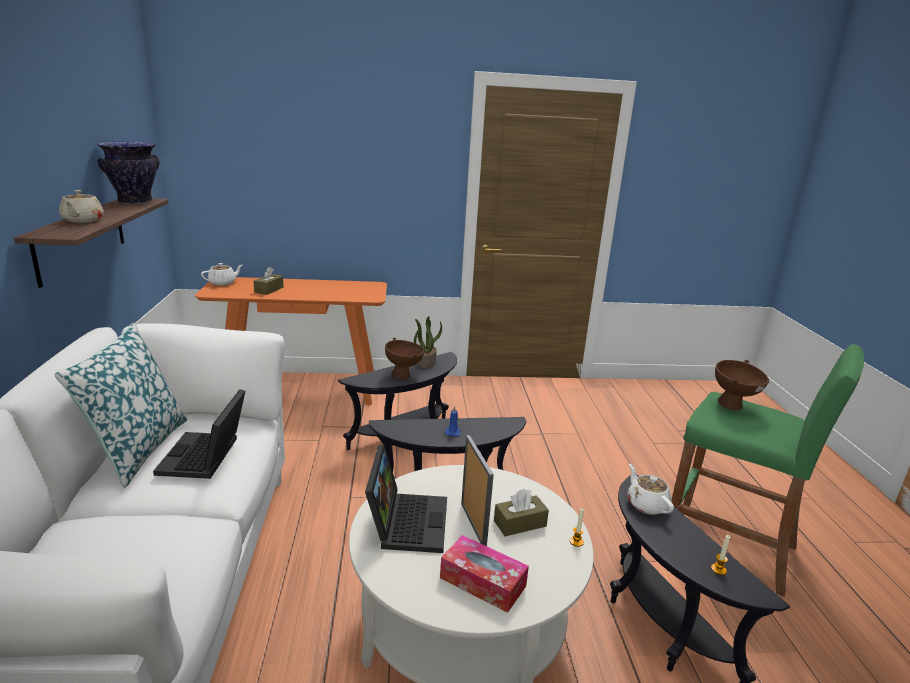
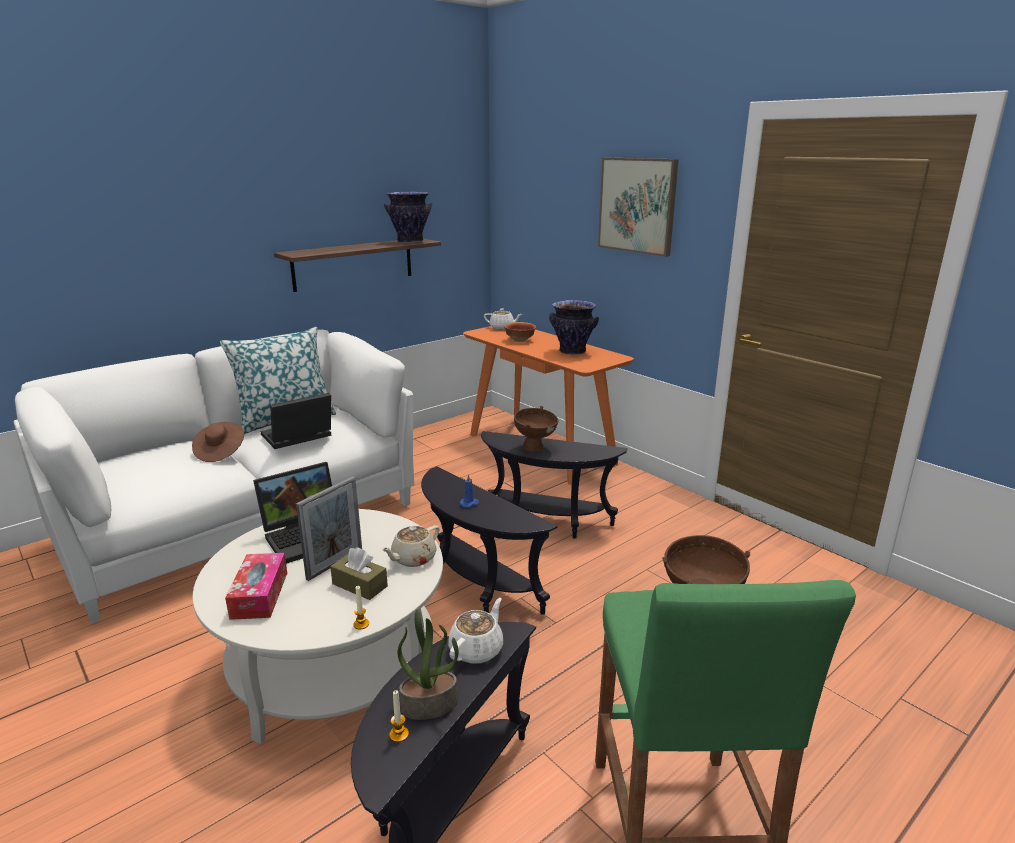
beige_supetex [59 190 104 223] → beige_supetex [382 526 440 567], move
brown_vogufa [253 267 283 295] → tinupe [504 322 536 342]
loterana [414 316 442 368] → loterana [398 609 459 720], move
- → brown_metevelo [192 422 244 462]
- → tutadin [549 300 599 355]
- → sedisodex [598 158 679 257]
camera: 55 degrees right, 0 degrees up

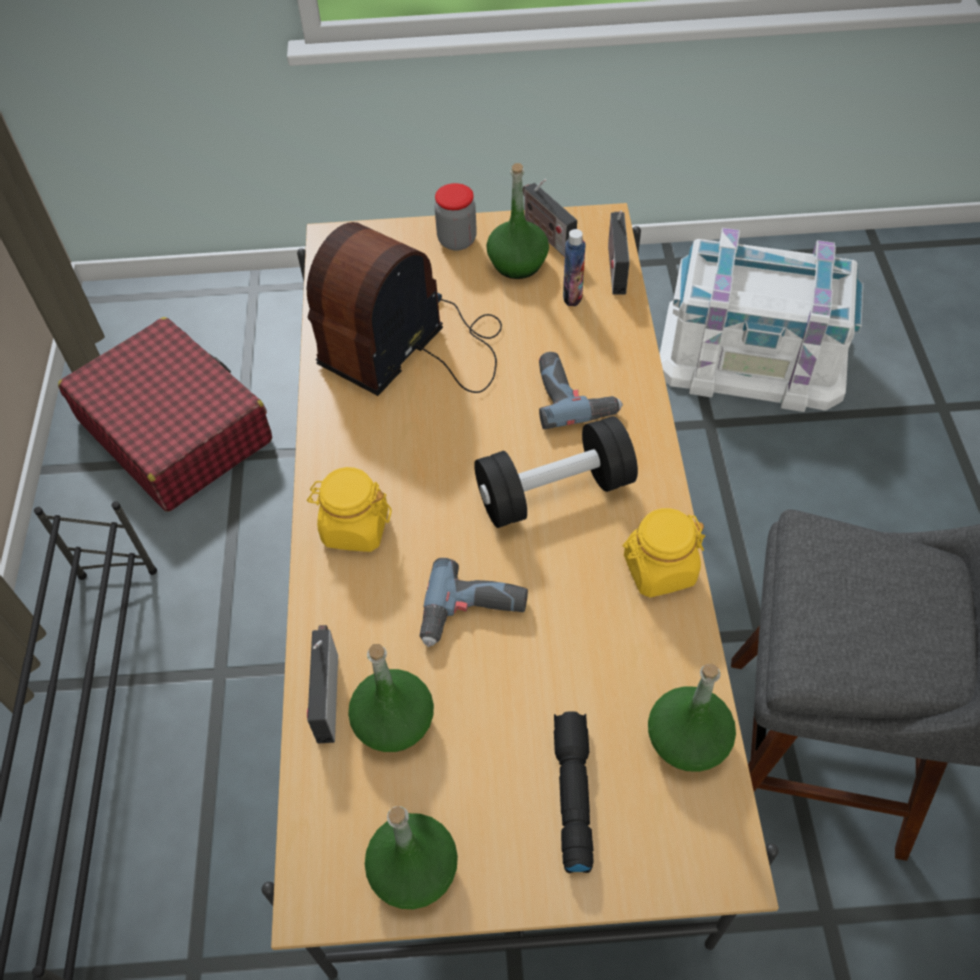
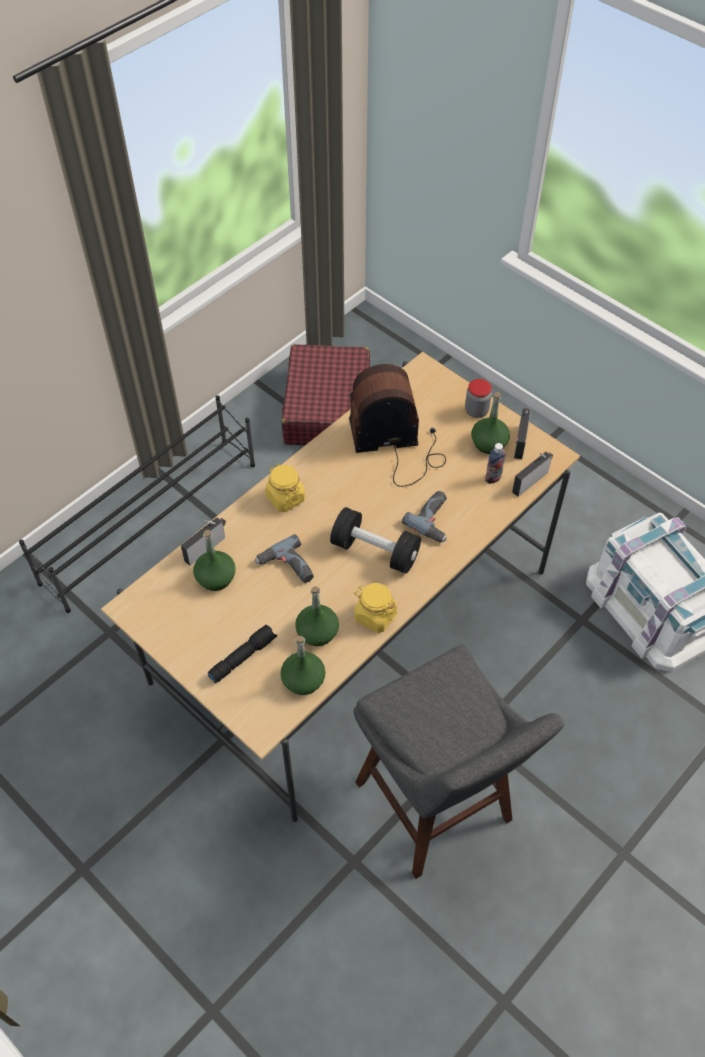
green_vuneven [365 806 458 909] → green_vuneven [295 586 339 646], move
camera: 45 degrees right, 0 degrees up

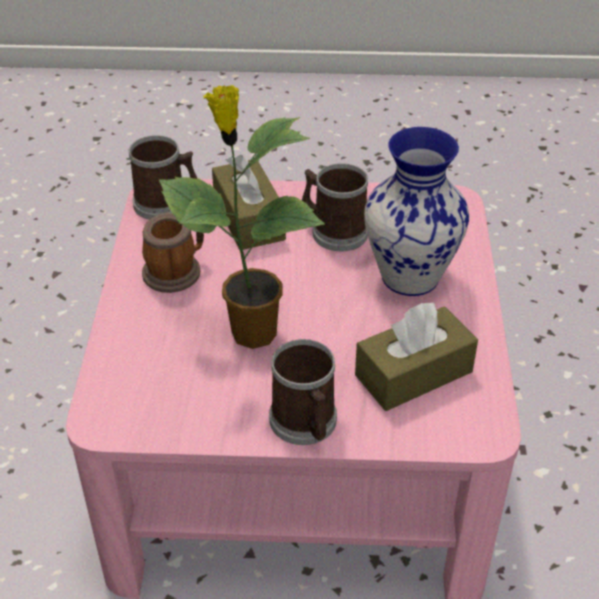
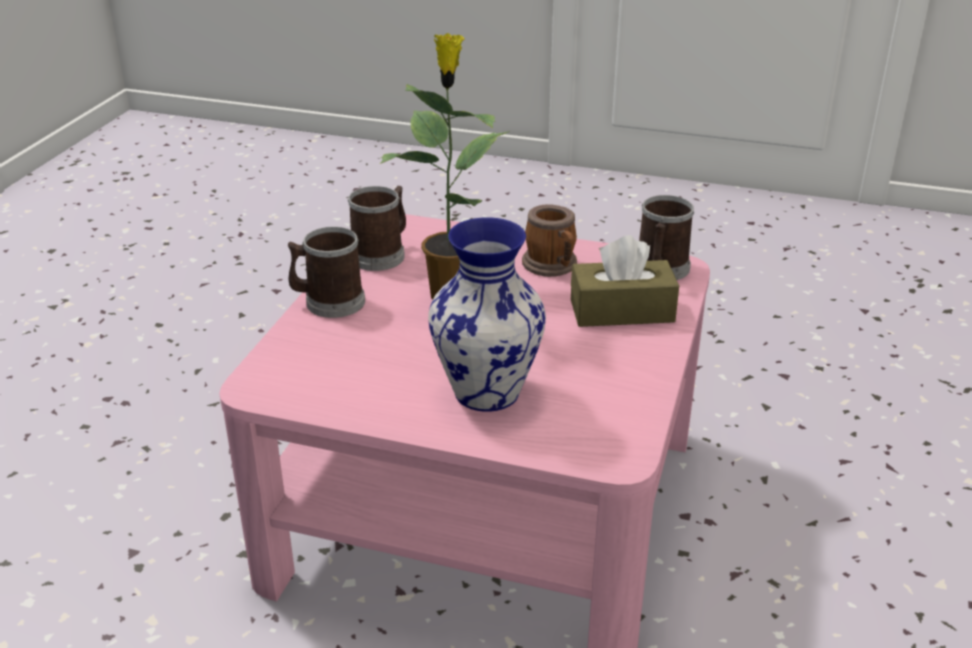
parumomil [302 163 368 251] → parumomil [348 186 406 271], move
brown_vogufa [355 302 478 411] → -
camera: 105 degrees right, 10 degrees down

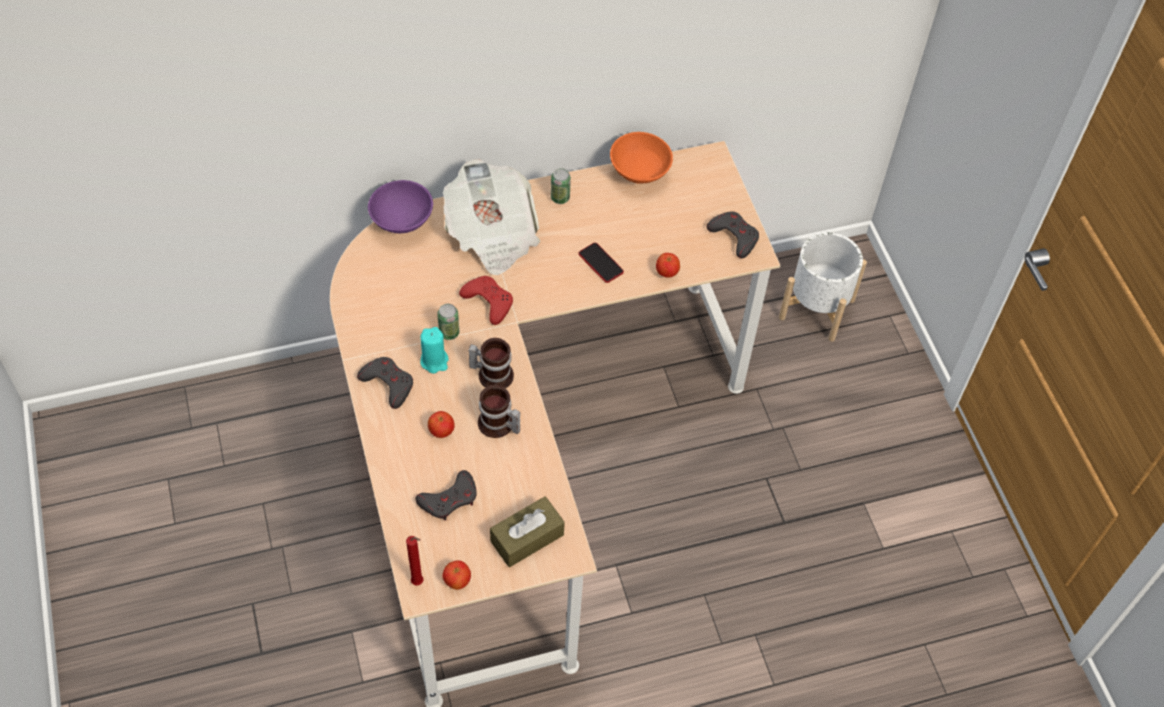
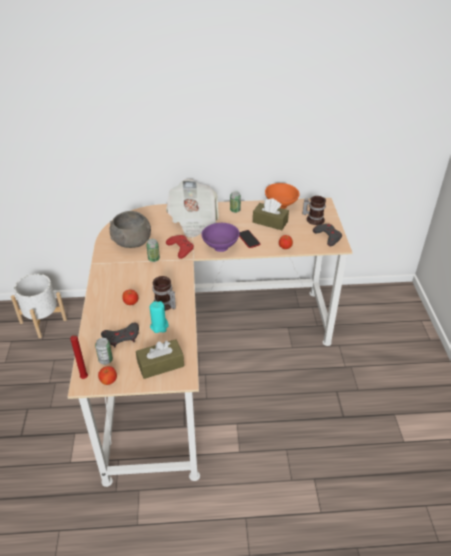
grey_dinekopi [357 357 413 409] → -
purple_tinupe [368 180 433 233] → purple_tinupe [201 223 240 252], move
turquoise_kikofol [420 327 449 374] → turquoise_kikofol [150 301 169 333], move
parumomil [468 338 514 388] → parumomil [303 196 326 225], move
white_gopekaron [779 232 867 341] → white_gopekaron [11 274 67 338], move
- → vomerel [95 338 113 365]
- → grey_tinupe [110 211 151 248]
- → brown_vogufa [253 198 289 230]
camera: 15 degrees right, 15 degrees down

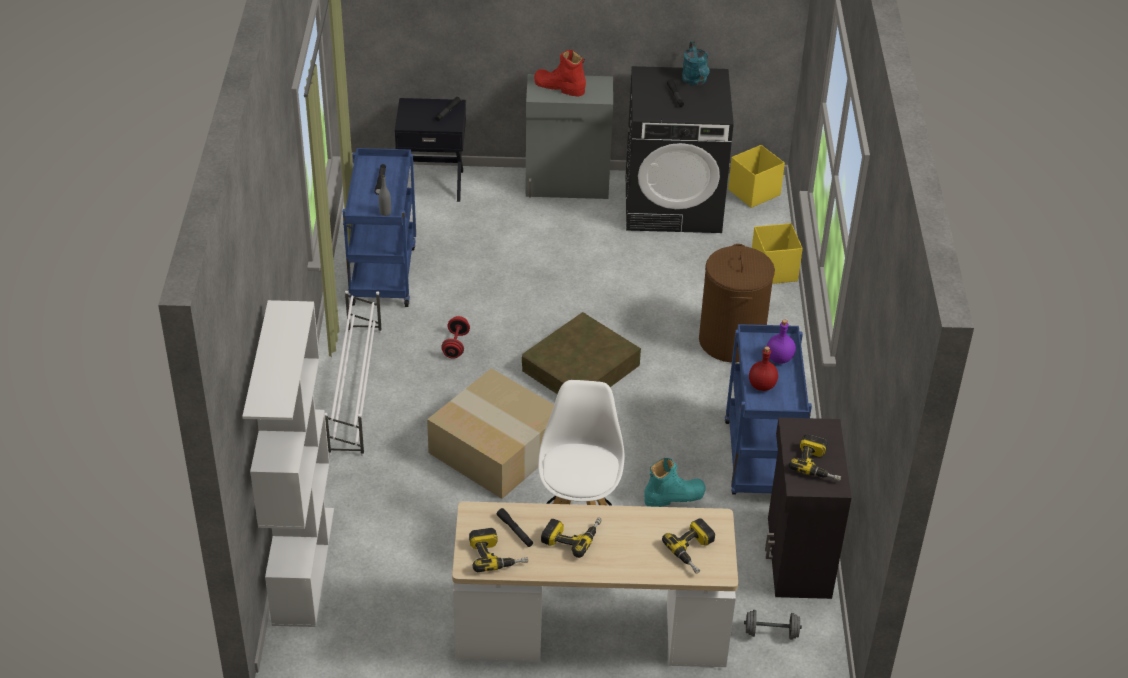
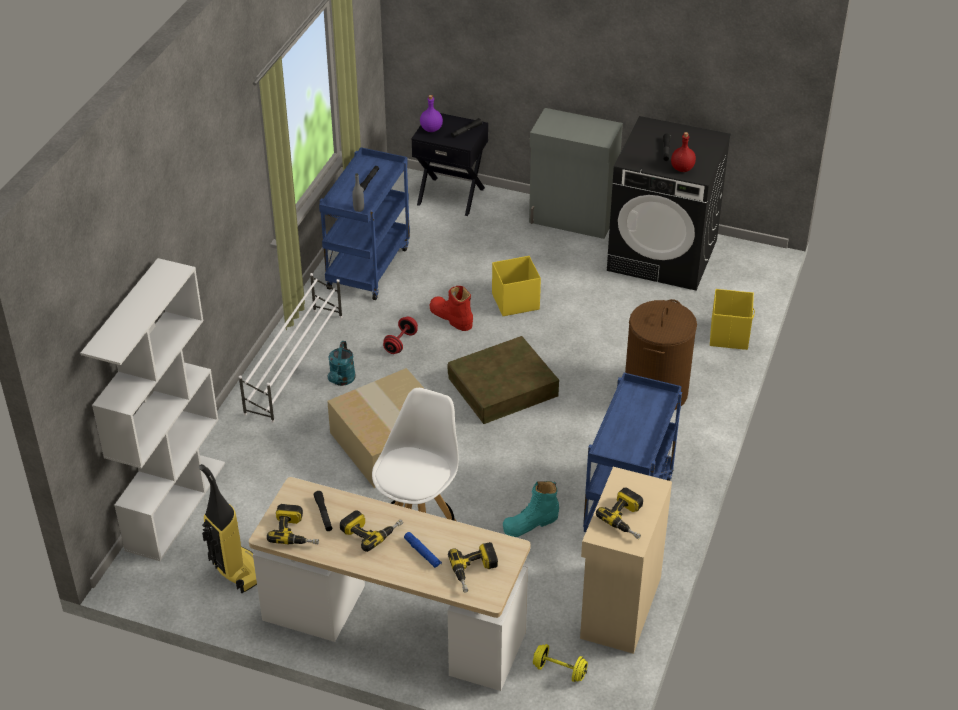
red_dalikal [534 50 586 97] → red_dalikal [430 286 473 331], move
turquoise_dalikal [644 458 706 507] → turquoise_dalikal [503 481 559 537], 150 degrees clockwise
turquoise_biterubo [682 41 710 86] → turquoise_biterubo [327 341 356 386], move
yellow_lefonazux [728 145 785 208] → yellow_lefonazux [492 256 541 316], move
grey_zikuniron [744 610 802 640] → yellow_zikuniron [533 644 588 682]
red_vuneven [749 346 778 391] → red_vuneven [671 132 696 172], move
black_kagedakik [765 417 851 599] → beige_kagedakik [580 467 672 654]
purple_vuneven [767 319 796 364] → purple_vuneven [420 95 443 132], move
- → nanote [199 464 257 593]
- → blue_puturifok [404 532 442 568]
camera: 20 degrees right, 0 degrees up

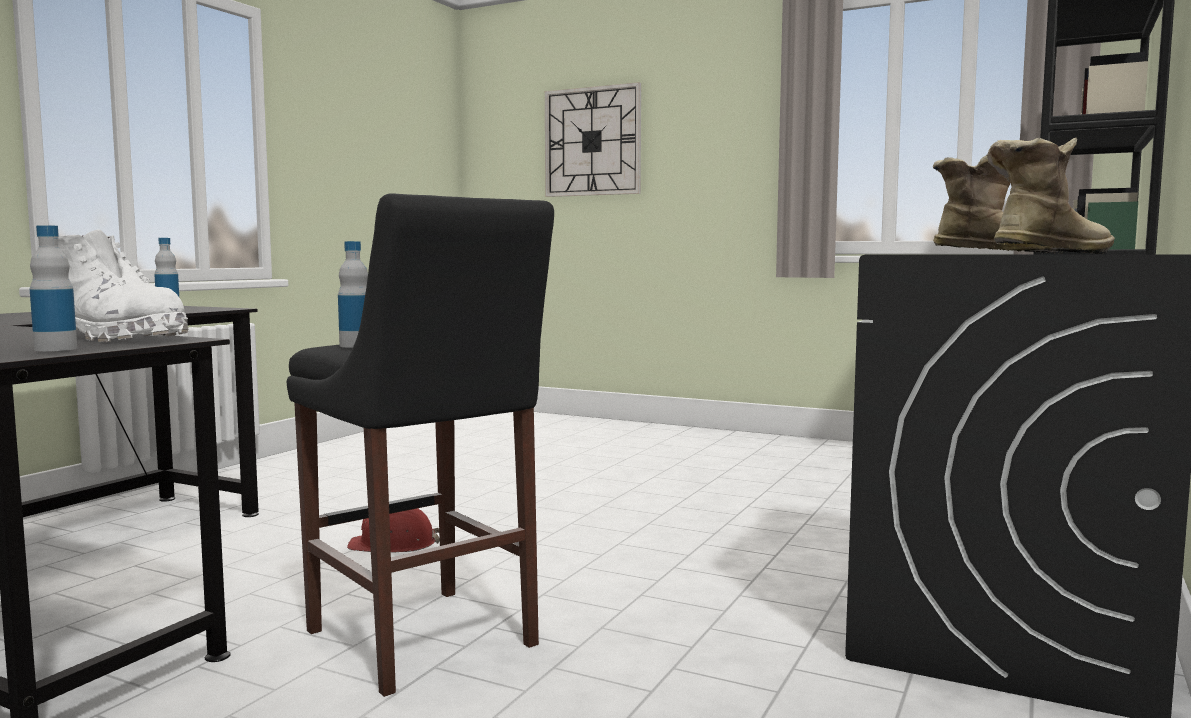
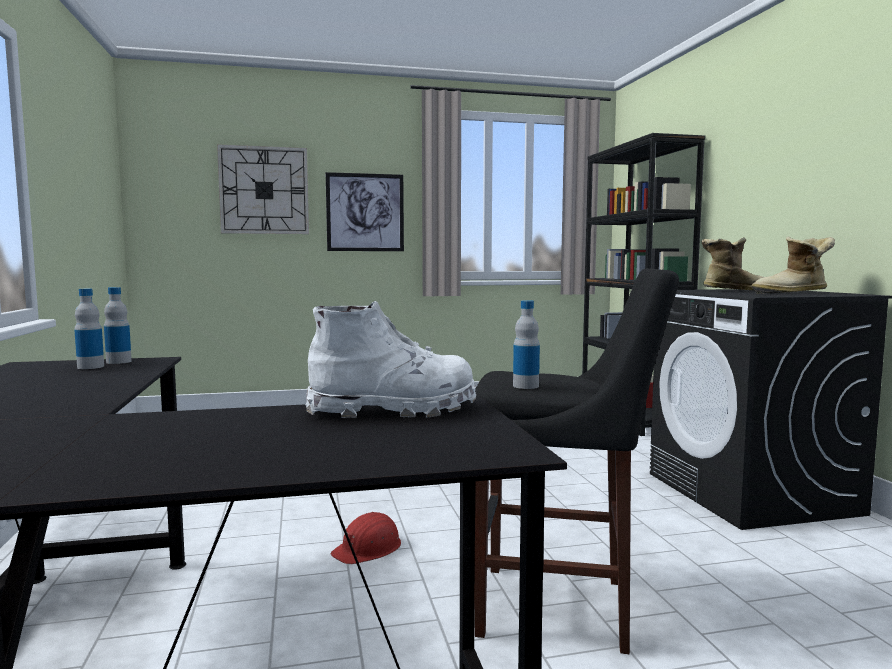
vuneven [30 225 77 351] → vuneven [104 287 132 364], move
dalikal [987 138 1115 254] → dalikal [751 237 835 294], 120 degrees counterclockwise
- → sedisodex [326 172 404 251]
camera: 40 degrees left, 0 degrees up

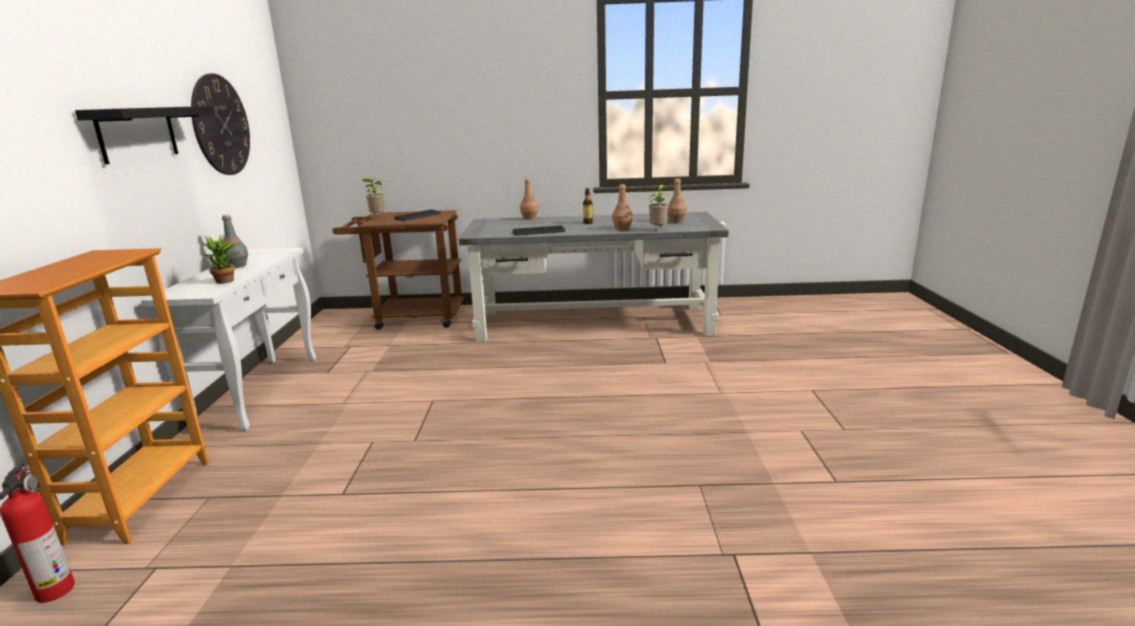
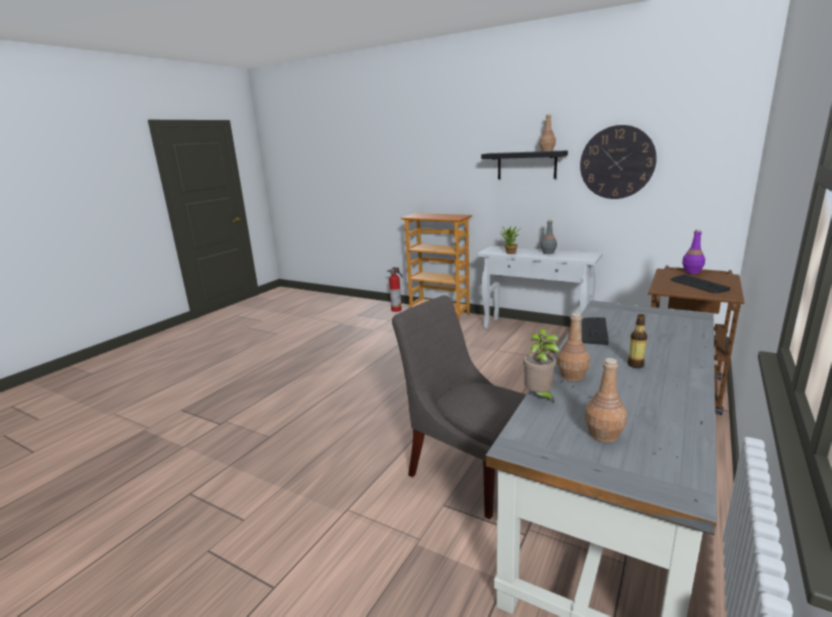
loterana [362 178 385 218] → purple_vuneven [682 230 705 274]
brown_vuneven [520 179 538 220] → brown_vuneven [539 114 556 152], move
- → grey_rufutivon [392 295 526 520]
camera: 120 degrees right, 0 degrees up

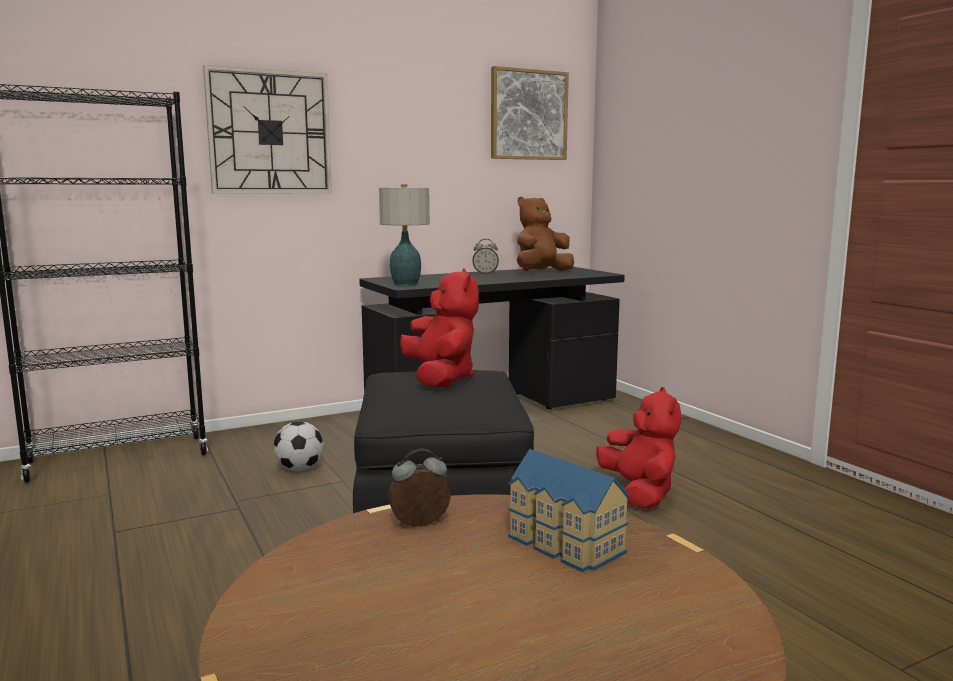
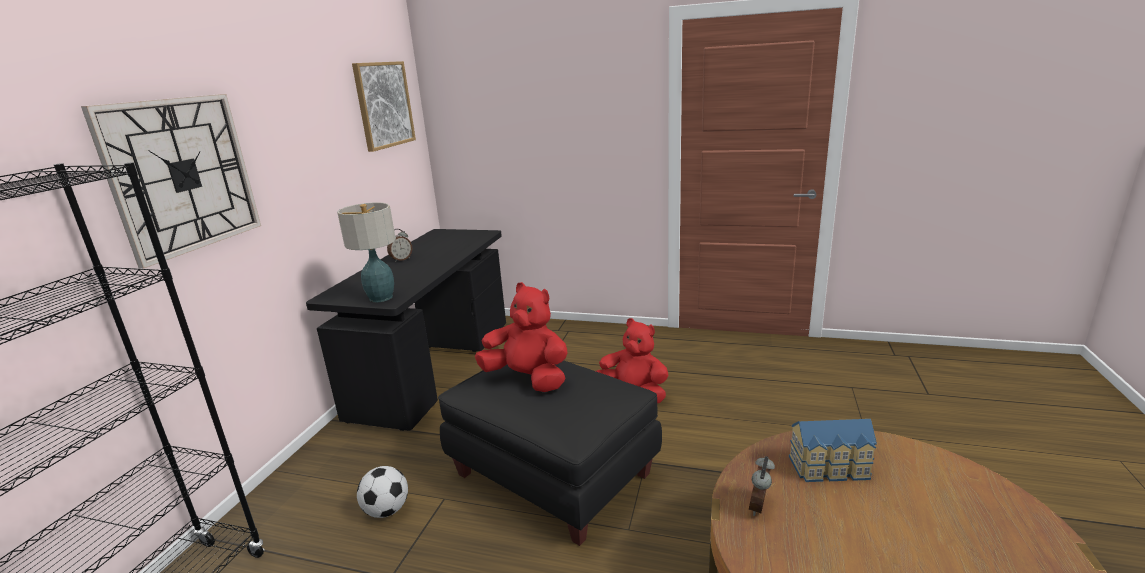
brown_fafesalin [517 196 574 271] → -
camera: 45 degrees left, 10 degrees up

